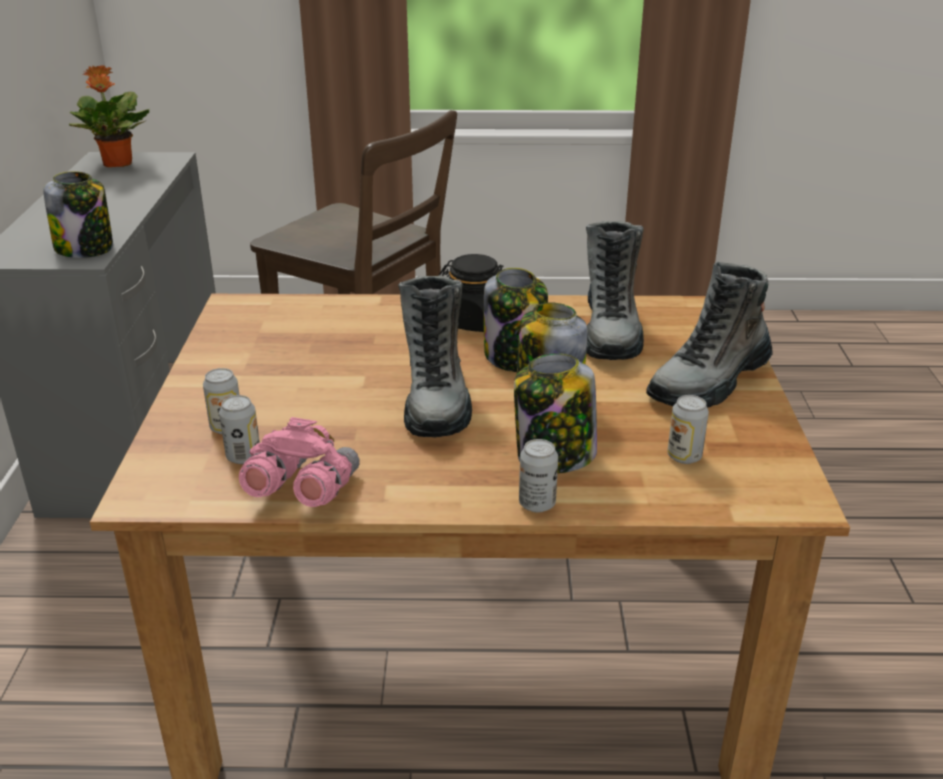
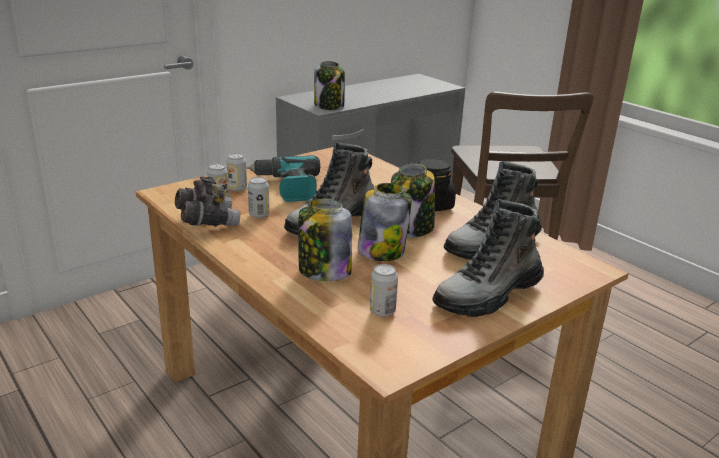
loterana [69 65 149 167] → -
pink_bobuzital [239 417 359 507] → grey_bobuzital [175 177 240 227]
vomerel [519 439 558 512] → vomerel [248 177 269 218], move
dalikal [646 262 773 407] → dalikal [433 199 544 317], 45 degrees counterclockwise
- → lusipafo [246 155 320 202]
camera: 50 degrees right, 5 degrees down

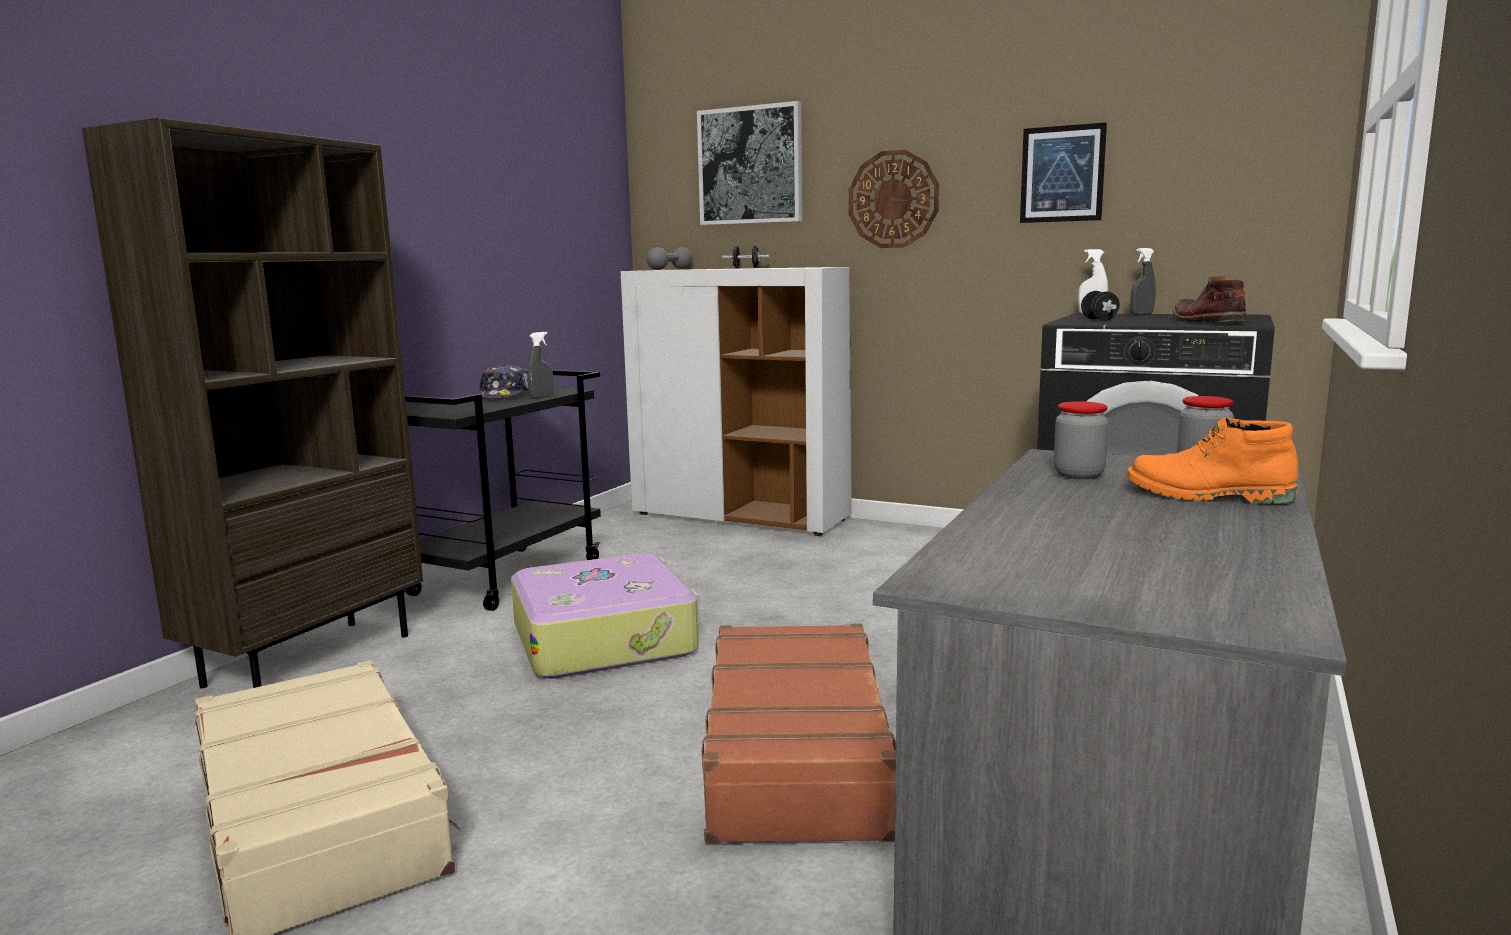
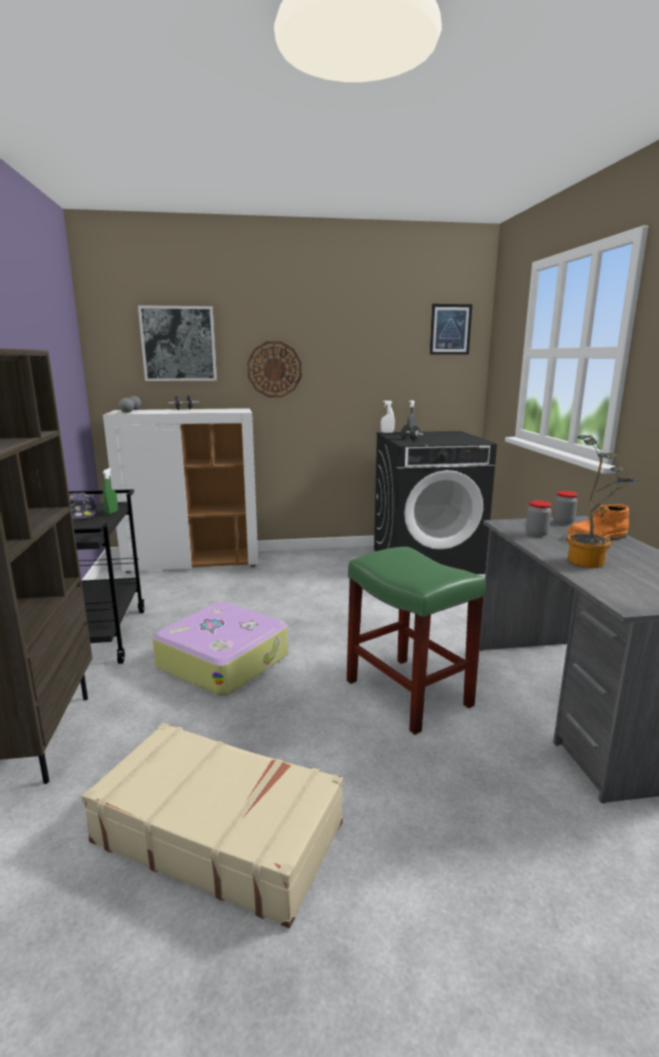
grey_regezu [527 332 554 399] → green_regezu [103 468 118 515]
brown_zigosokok [701 623 896 843] → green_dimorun [347 547 486 735]
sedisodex [1020 122 1107 223] → sedisodex [430 304 472 355], move
brown_dalikal [1173 276 1246 324] → -
- → loterana [567 435 641 568]
camera: 35 degrees left, 5 degrees up

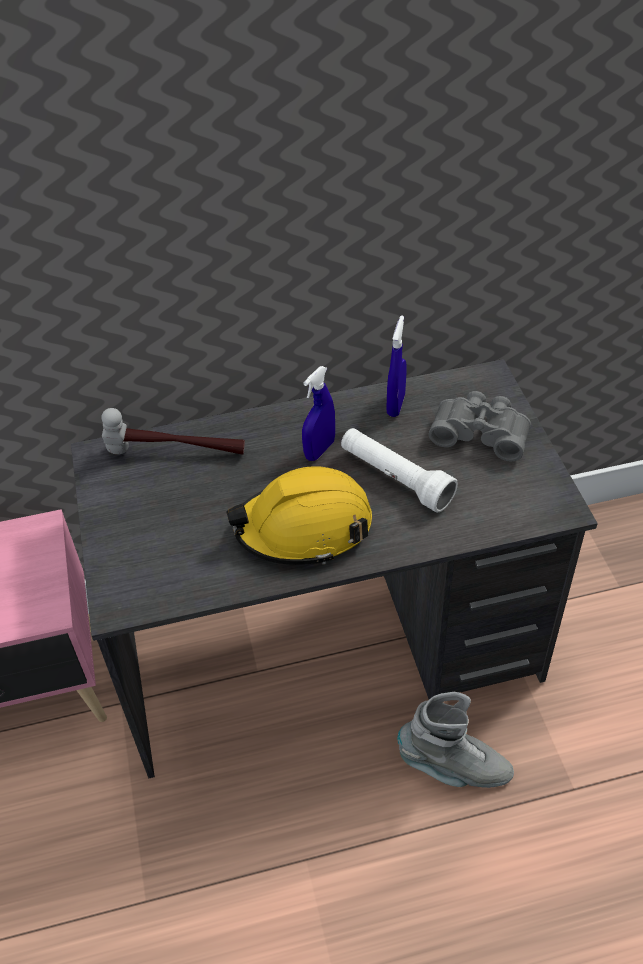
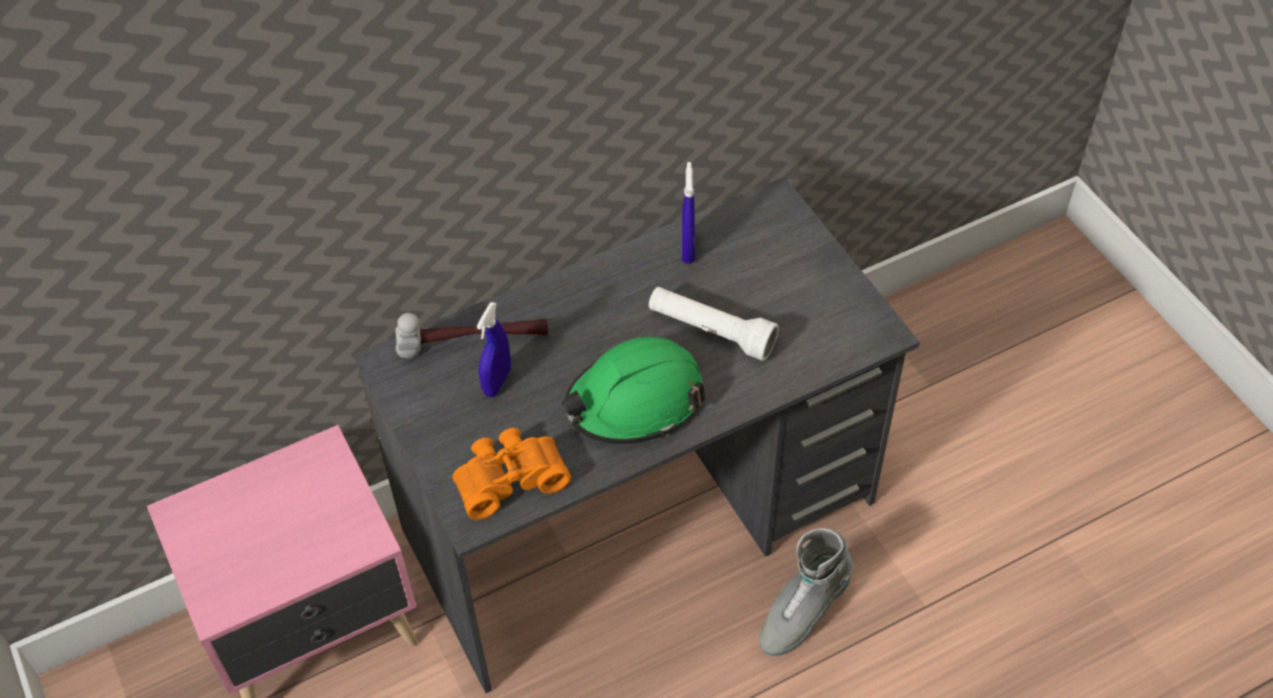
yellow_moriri [226 466 372 565] → green_moriri [562 337 705 444]
blue_regezu [302 366 335 461] → blue_regezu [477 302 511 397], move
grey_dalikal [397 692 514 788] → grey_dalikal [759 528 854 656], 135 degrees clockwise
grey_bobuzital [429 391 531 461] → -
- → orange_bobuzital [453 428 571 520]
camera: 15 degrees left, 5 degrees up

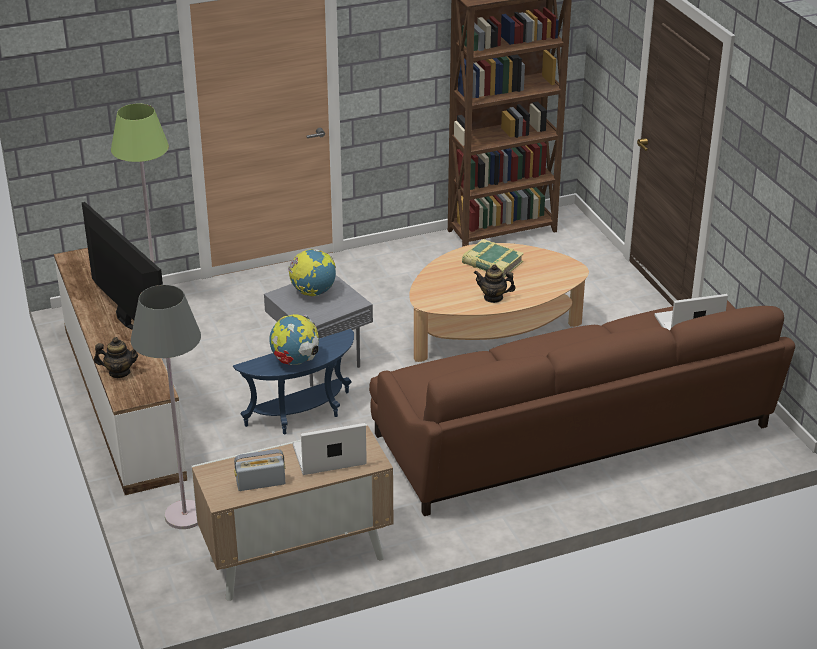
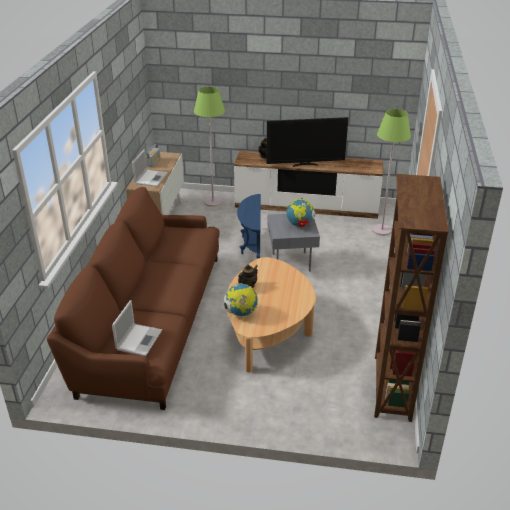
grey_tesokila [131 285 201 529] → green_tesokila [194 86 225 207]
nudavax [269 314 319 365] → nudavax [224 283 258 316], move
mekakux [462 239 524 278] → -
camera: 120 degrees right, 0 degrees up

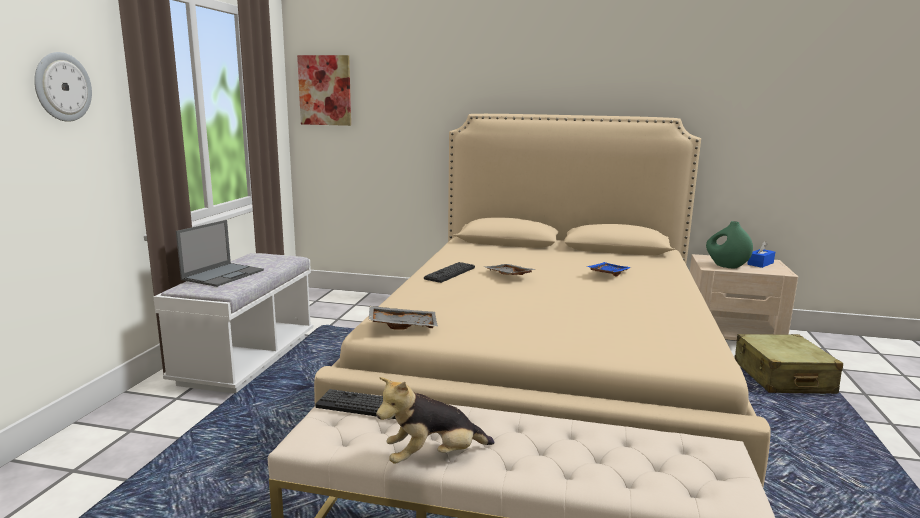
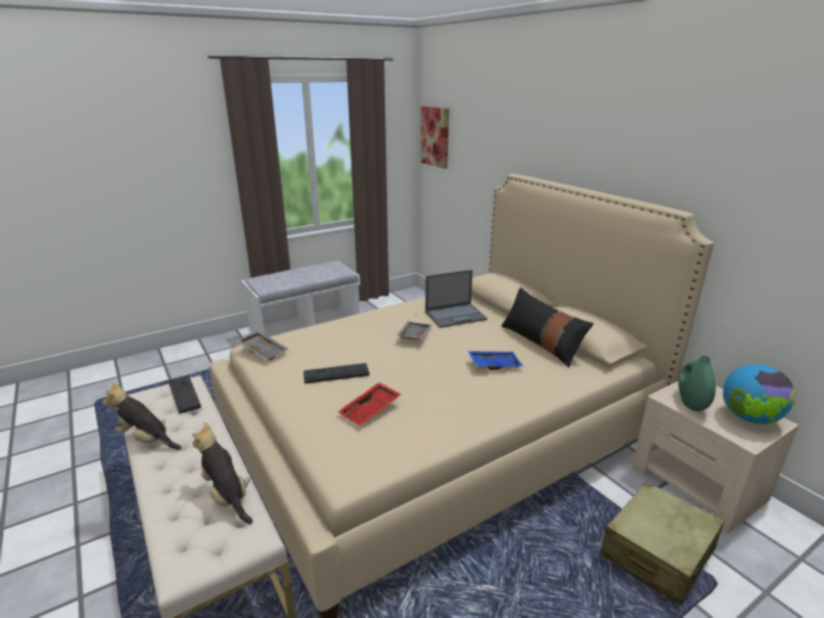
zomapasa [34 52 92 122] → -
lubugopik [176 220 264 287] → lubugopik [425 270 487 328], move
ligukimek [424 262 475 283] → ligukimek [303 363 369 384], move
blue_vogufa [747 241 775 268] → nudavax [723 364 795 425]
- → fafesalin [192 422 253 524]
- → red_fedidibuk [338 383 402 425]
- → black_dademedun [501 287 594 367]
camera: 45 degrees right, 10 degrees up

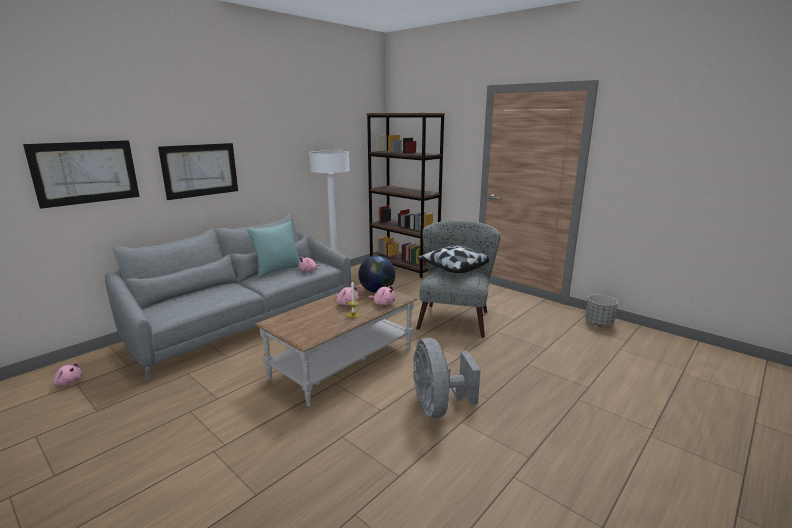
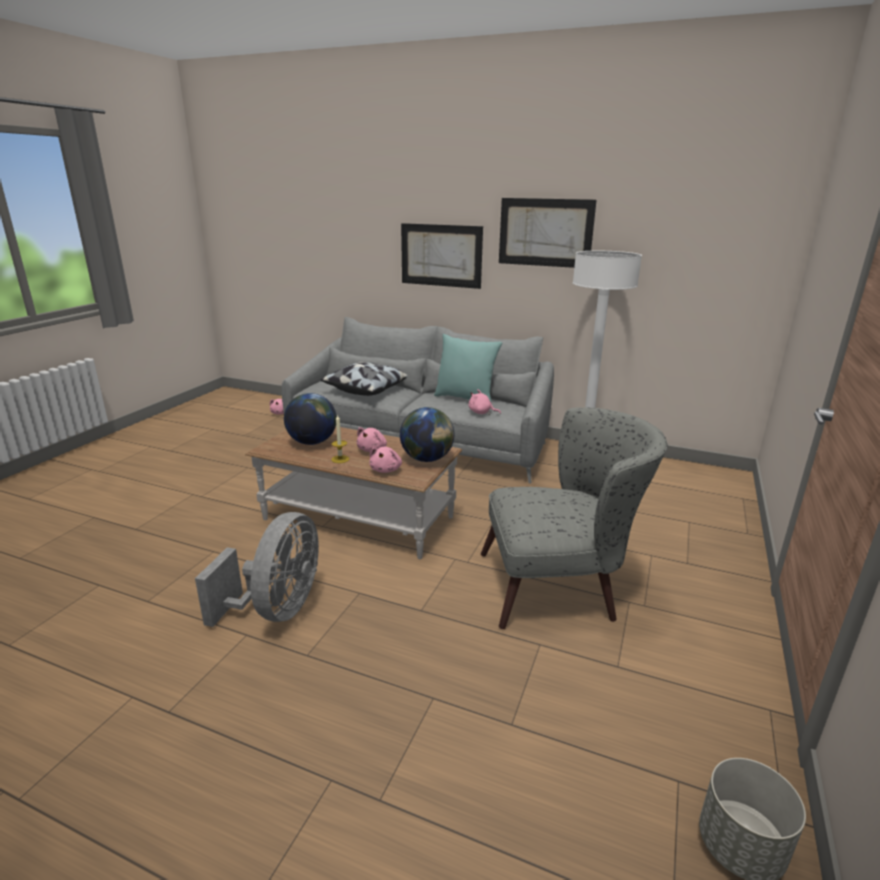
sedisodex [23 140 140 209] → sedisodex [499 198 597 268], move
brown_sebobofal [367 113 445 278] → -
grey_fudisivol [413 338 480 418] → grey_fudisivol [195 512 319 627], 135 degrees clockwise
dademedun [418 245 489 273] → dademedun [321 362 407 396], move
- → nudavax [284 393 337 445]
camera: 70 degrees right, 5 degrees up

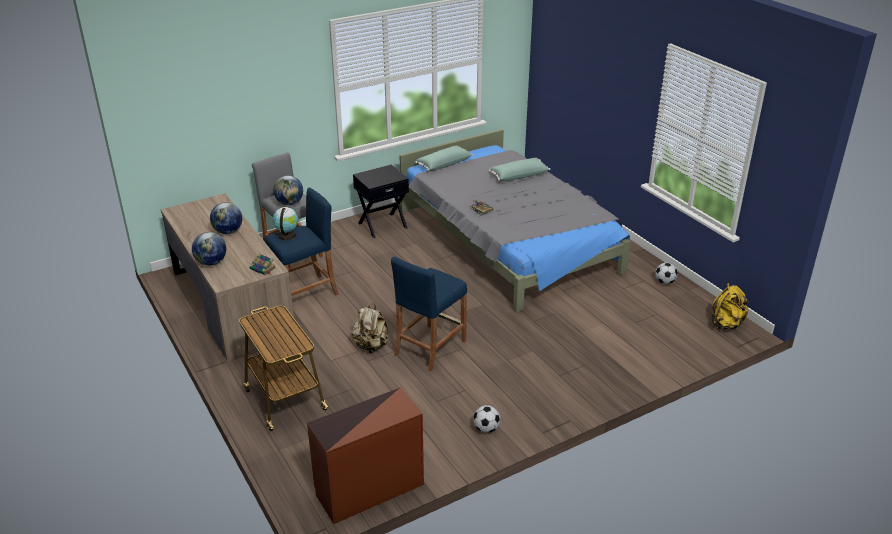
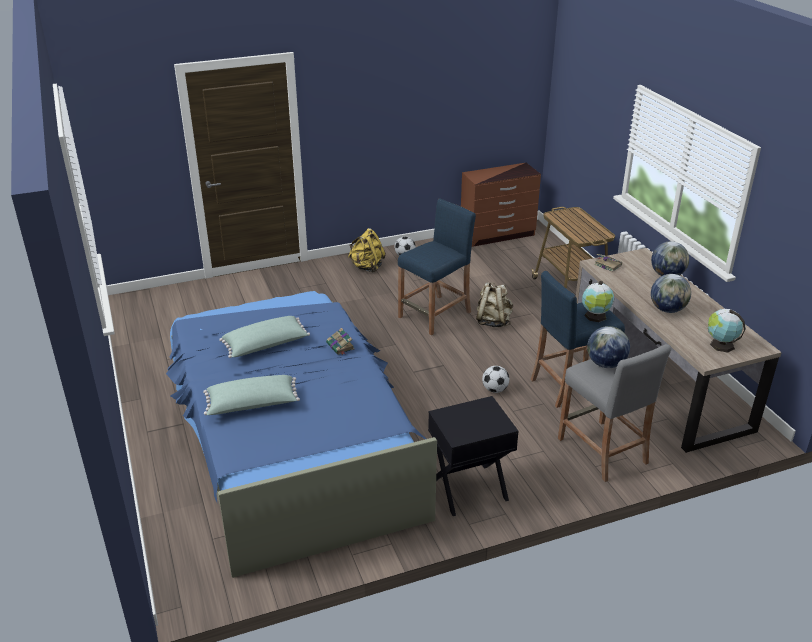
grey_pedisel [399 129 631 312] → blue_pedisel [166 291 437 578]
green_dademedun [415 146 473 171] → green_dademedun [219 316 310 358], move
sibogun [655 263 678 284] → sibogun [482 366 510 393], move
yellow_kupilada [711 283 749 329] → yellow_kupilada [348 228 386 273], move
- → nudavax [708 309 746 353]
camera: 170 degrees left, 0 degrees up

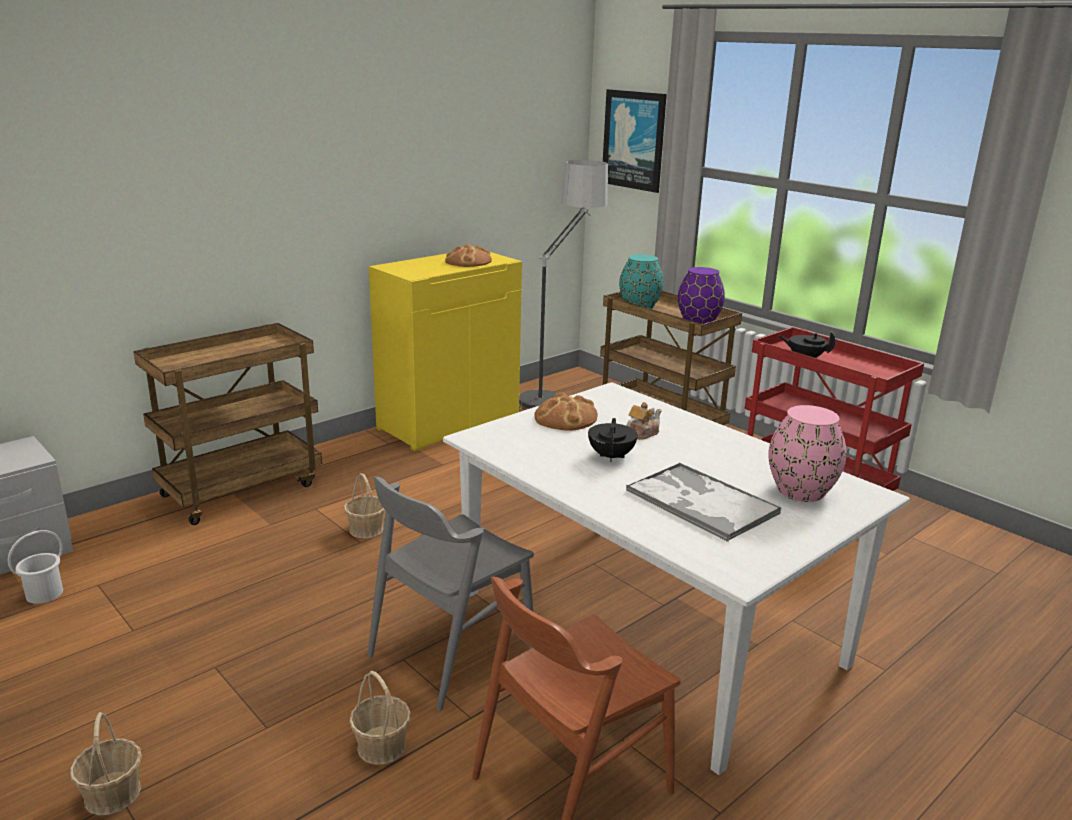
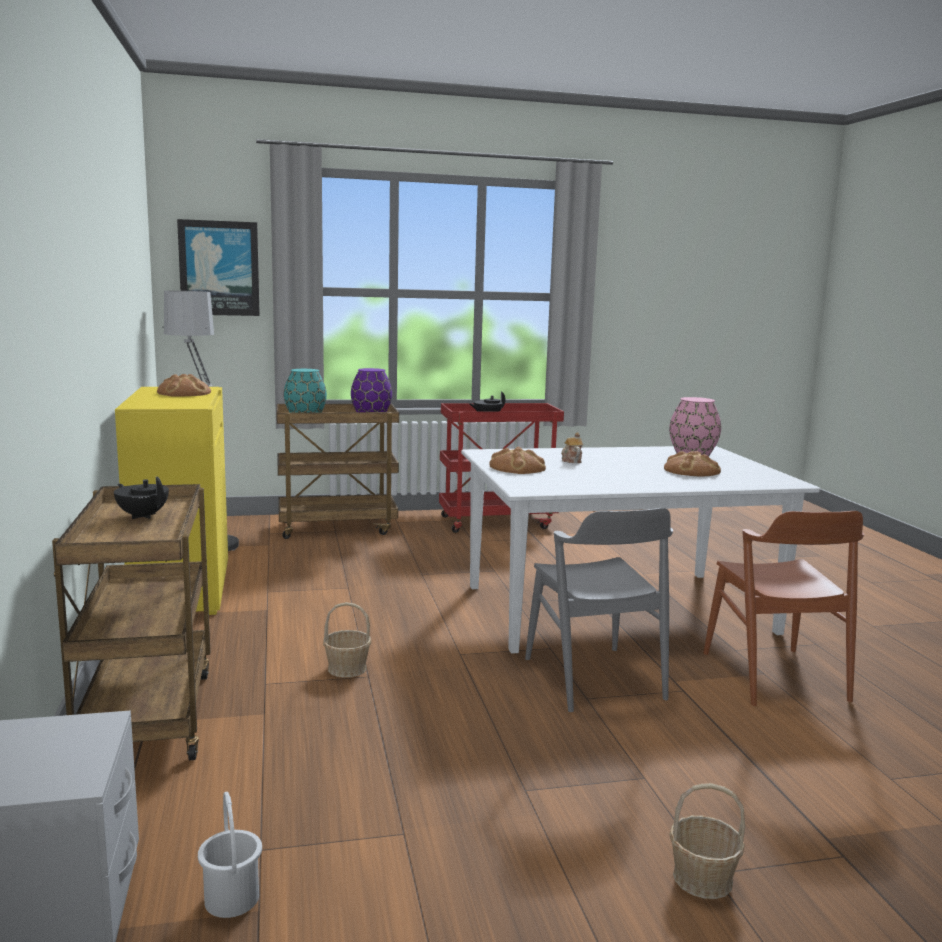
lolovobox [349 671 411 765] → -
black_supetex [588 418 638 462] → black_supetex [114 476 169 519], move
fedidibuk [626 463 781 542] → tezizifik [664 451 721 476]
camera: 60 degrees left, 10 degrees down

